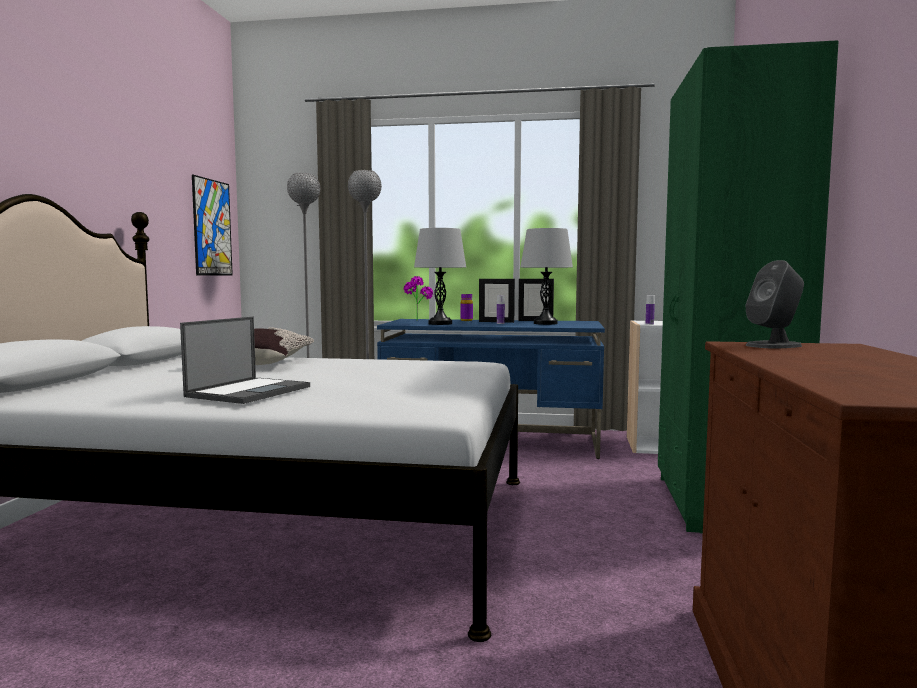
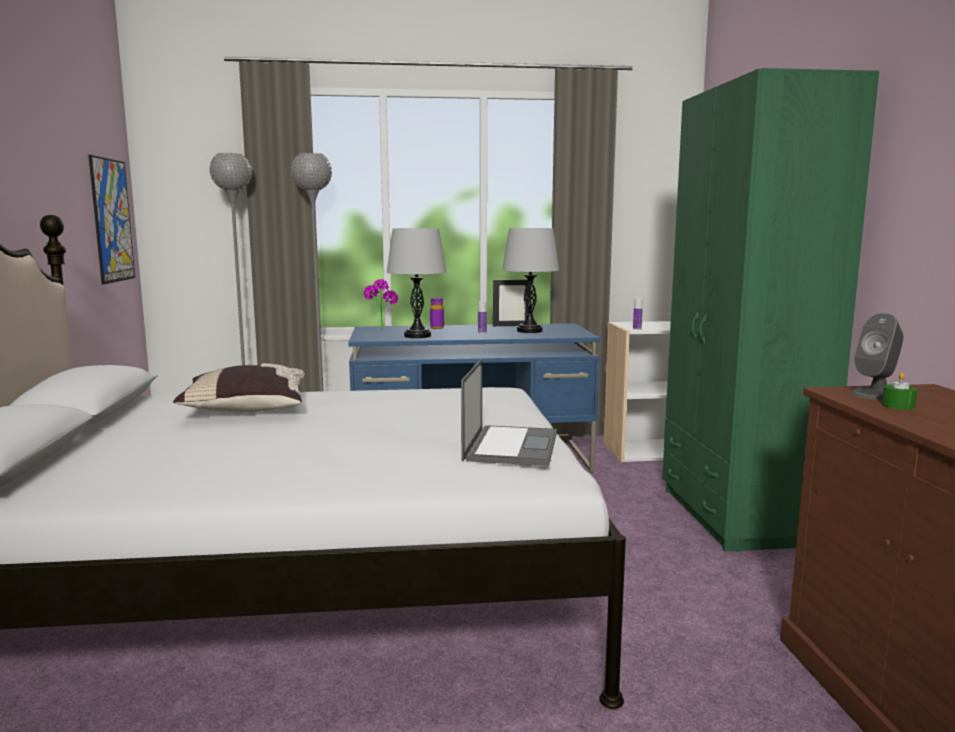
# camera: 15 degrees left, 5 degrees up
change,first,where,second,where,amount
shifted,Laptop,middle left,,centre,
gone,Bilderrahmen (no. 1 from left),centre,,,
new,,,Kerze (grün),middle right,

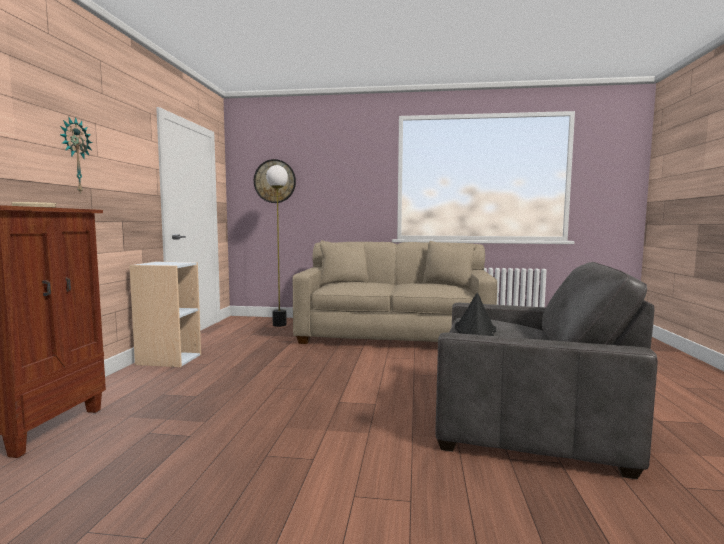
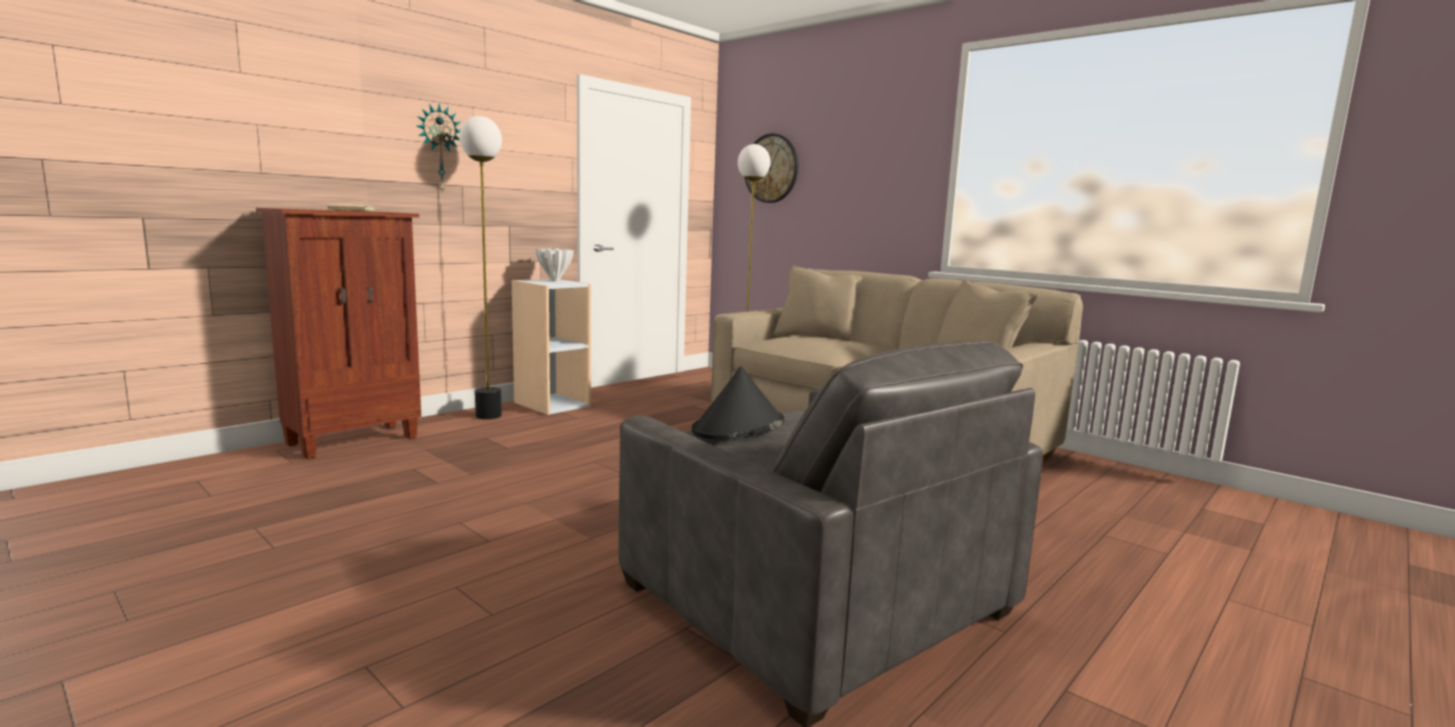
# camera: 35 degrees right, 5 degrees up
change,first,where,second,where,amount
new,,,Stehlampe (no. 1 from left),middle left,
new,,,Vase (weiß),centre,

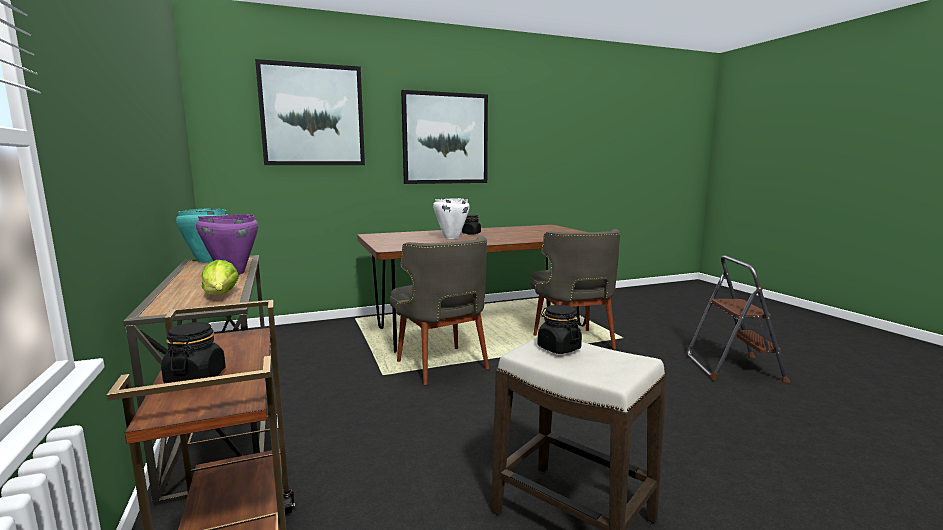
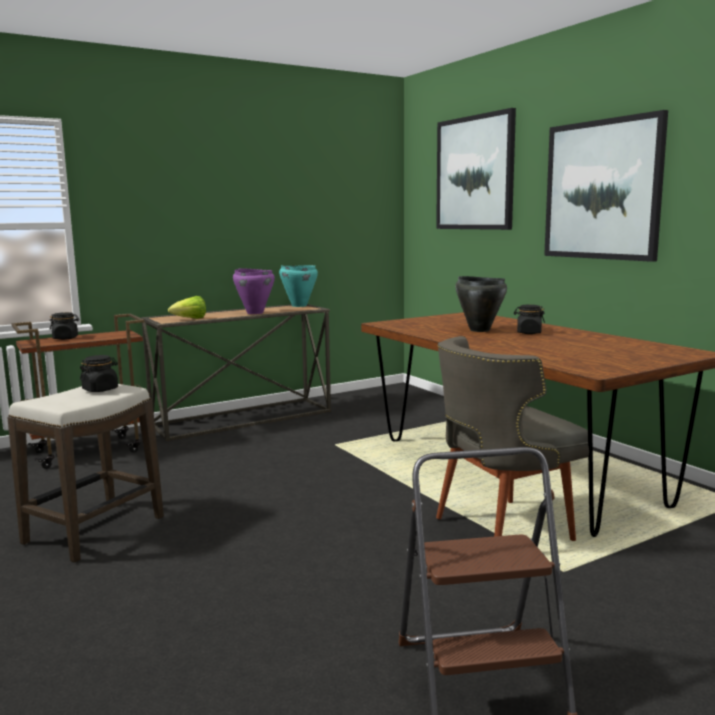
# camera: 80 degrees right, 0 degrees up
change,first,where,second,where,amount
gone,Stuhl (grau) (no. 1 from left),centre,,,
repainted,Kochtopf (weiß),centre,Kochtopf (schwarz),middle right,

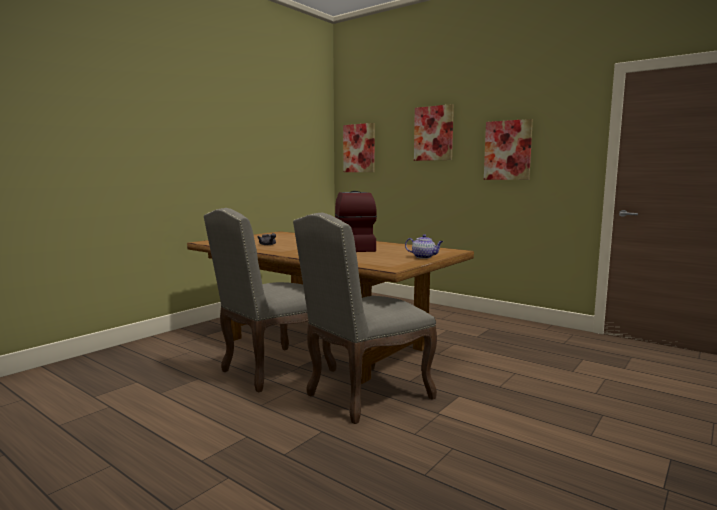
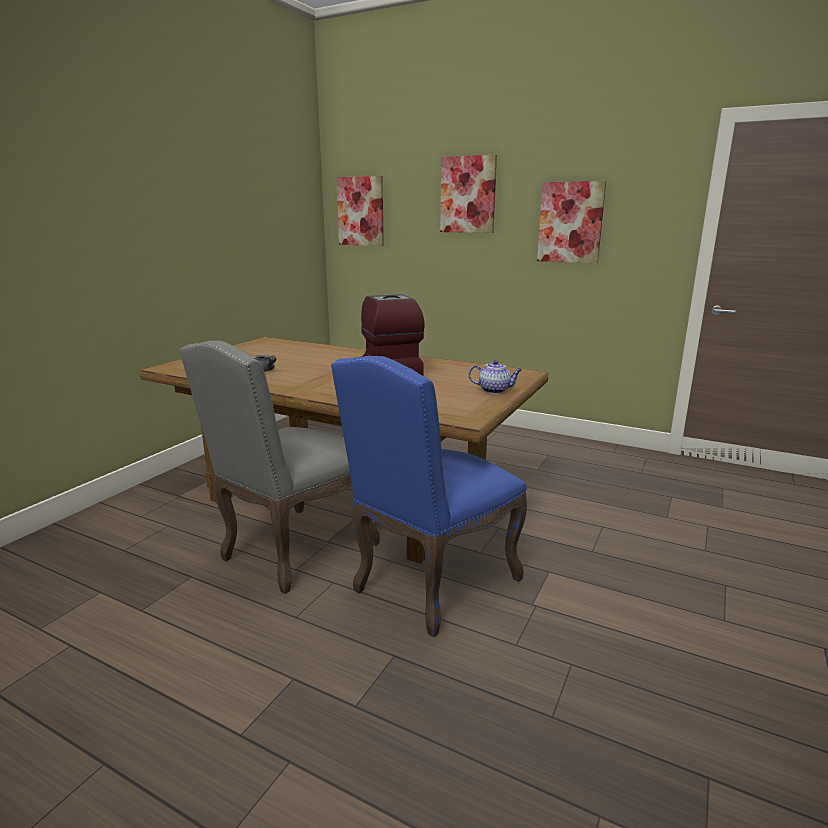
# camera: 10 degrees left, 10 degrees up
change,first,where,second,where,amount
repainted,Stuhl (grau) (no. 2 from left),centre,Stuhl (blau),centre,

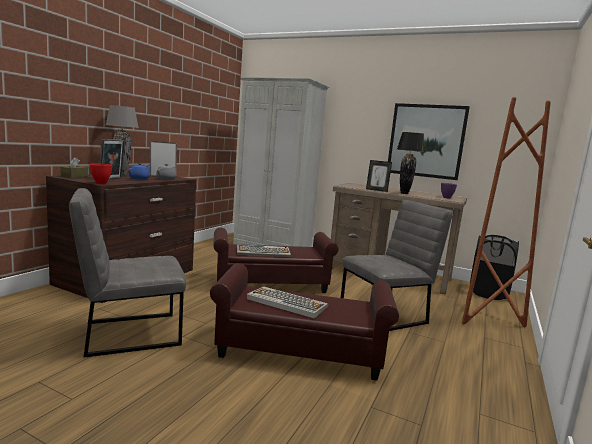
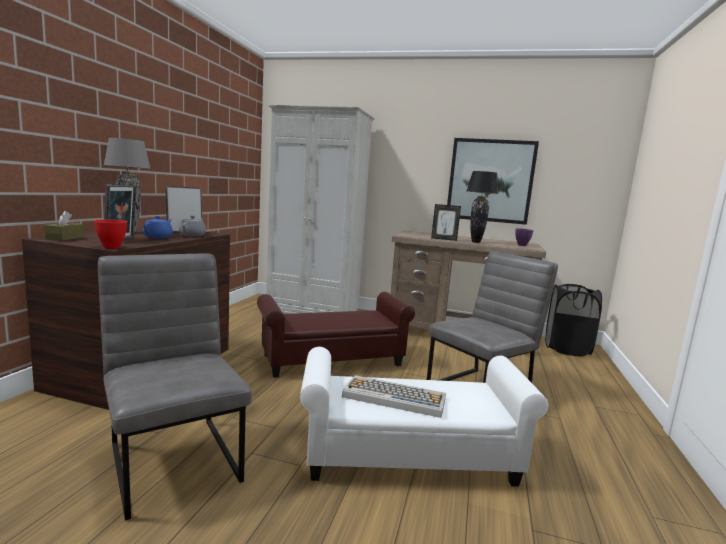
# camera: 10 degrees left, 0 degrees up
change,first,where,second,where,amount
rotated,Stuhl (grau) (no. 1 from left),middle left,,bottom left,90 degrees clockwise
repainted,Polsterhocker (braun) (no. 2 from left),bottom centre,Polsterhocker (weiß),bottom centre,
gone,Tastatur (no. 1 from left),centre,,,
gone,Kleiderständer (braun),middle right,,,

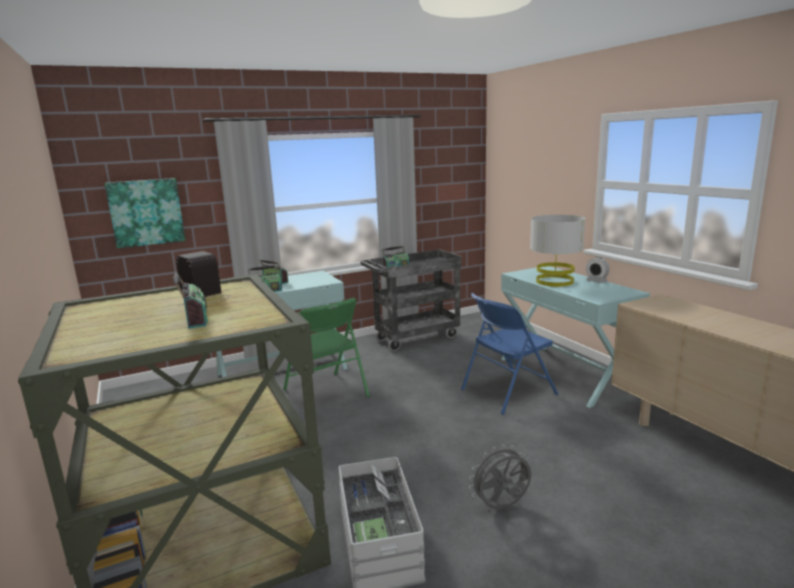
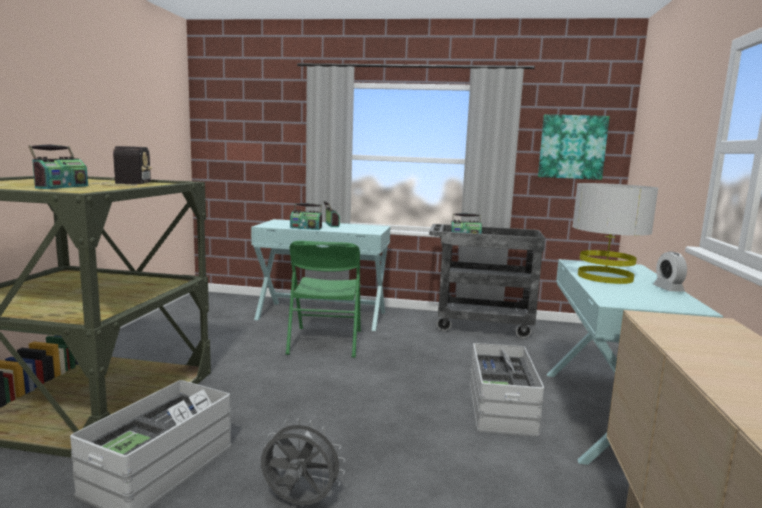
# camera: 35 degrees right, 5 degrees down
change,first,where,second,where,amount
shifted,Bild,middle left,,top right,
swapped,Stuhl (blau),centre,Aufbewahrungsbox (grau) (no. 2 from left),bottom centre,

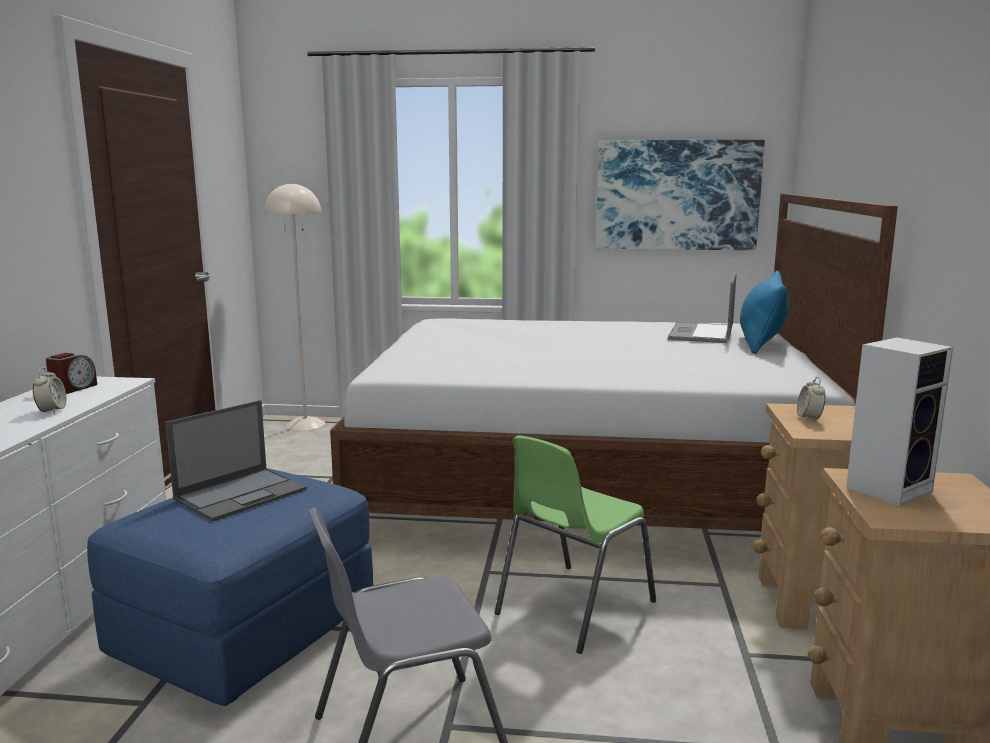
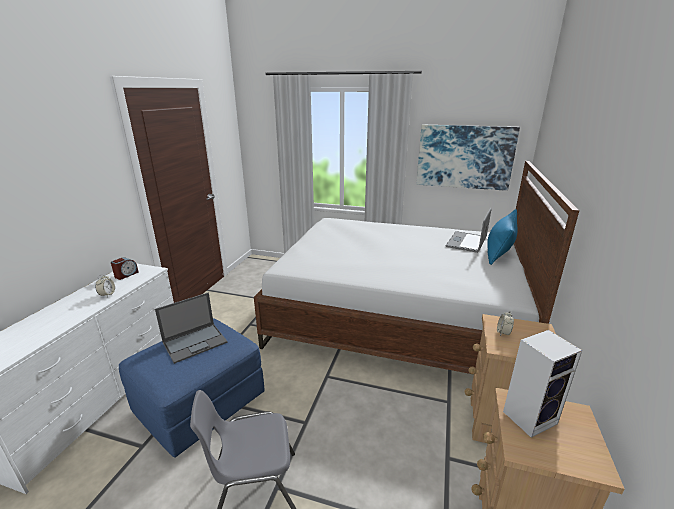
# camera: 10 degrees right, 10 degrees up
change,first,where,second,where,amount
gone,Stehlampe (beige),middle left,,,
gone,Stuhl (grün),bottom centre,,,

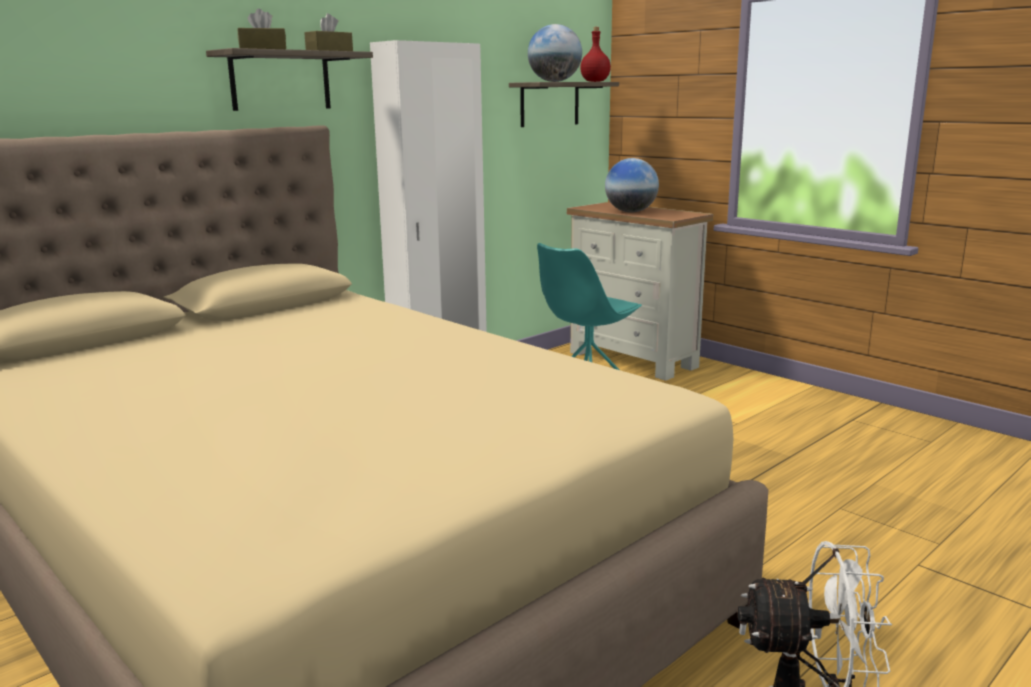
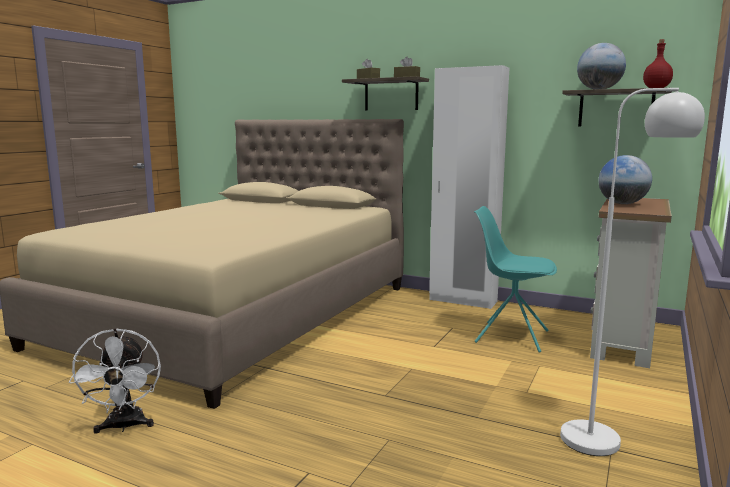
# camera: 70 degrees right, 5 degrees down
change,first,where,second,where,amount
new,,,Stehlampe (weiß),middle right,

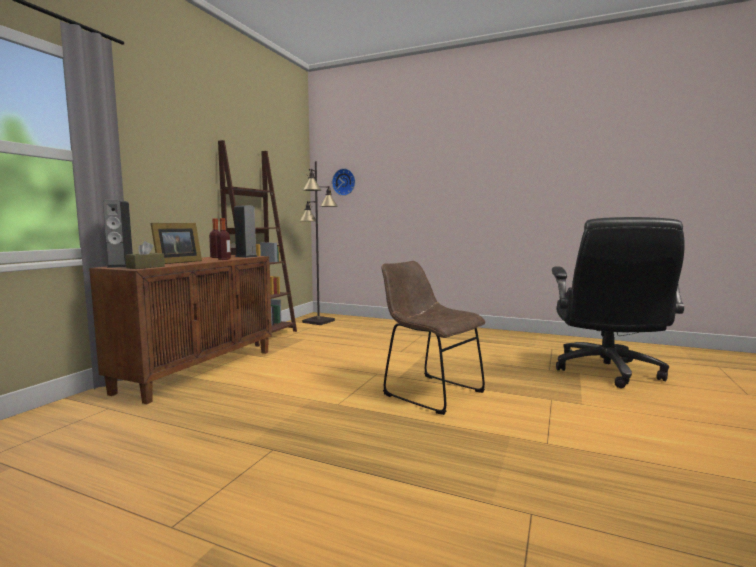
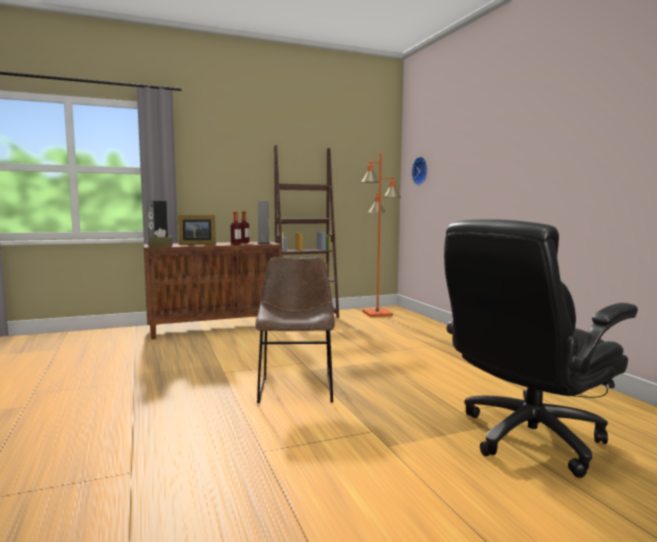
# camera: 45 degrees right, 0 degrees up
change,first,where,second,where,amount
repainted,Stehlampe (schwarz),centre,Stehlampe (orange),centre,

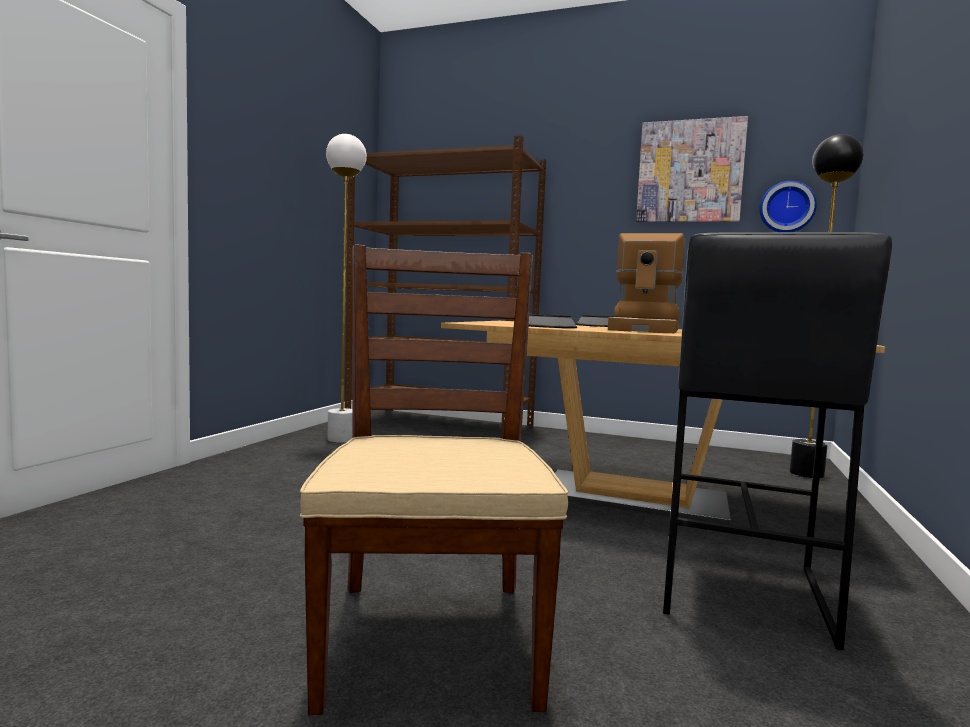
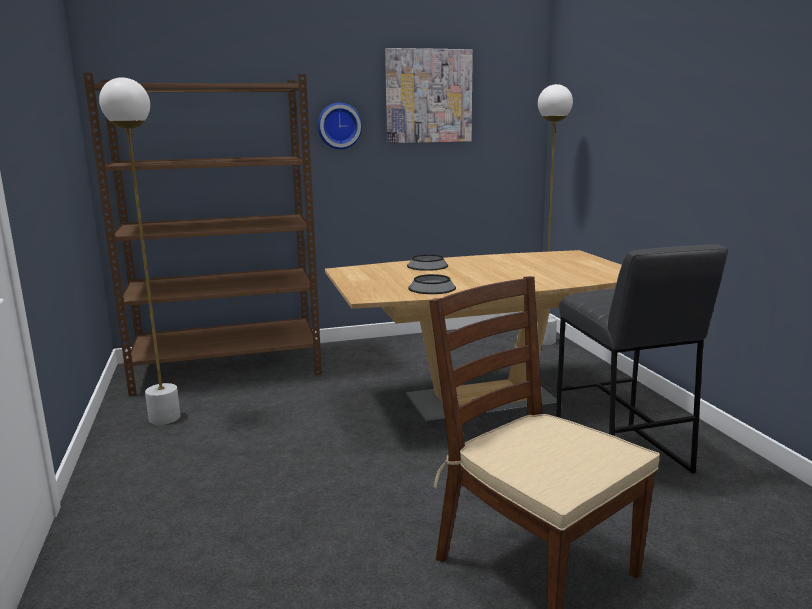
# camera: 35 degrees left, 10 degrees up
change,first,where,second,where,amount
gone,Kaffeemaschine,centre,,,
shifted,Wanduhr,top right,,top centre,
repainted,Stehlampe (schwarz),middle right,Stehlampe (weiß) (no. 2 from left),middle right,

